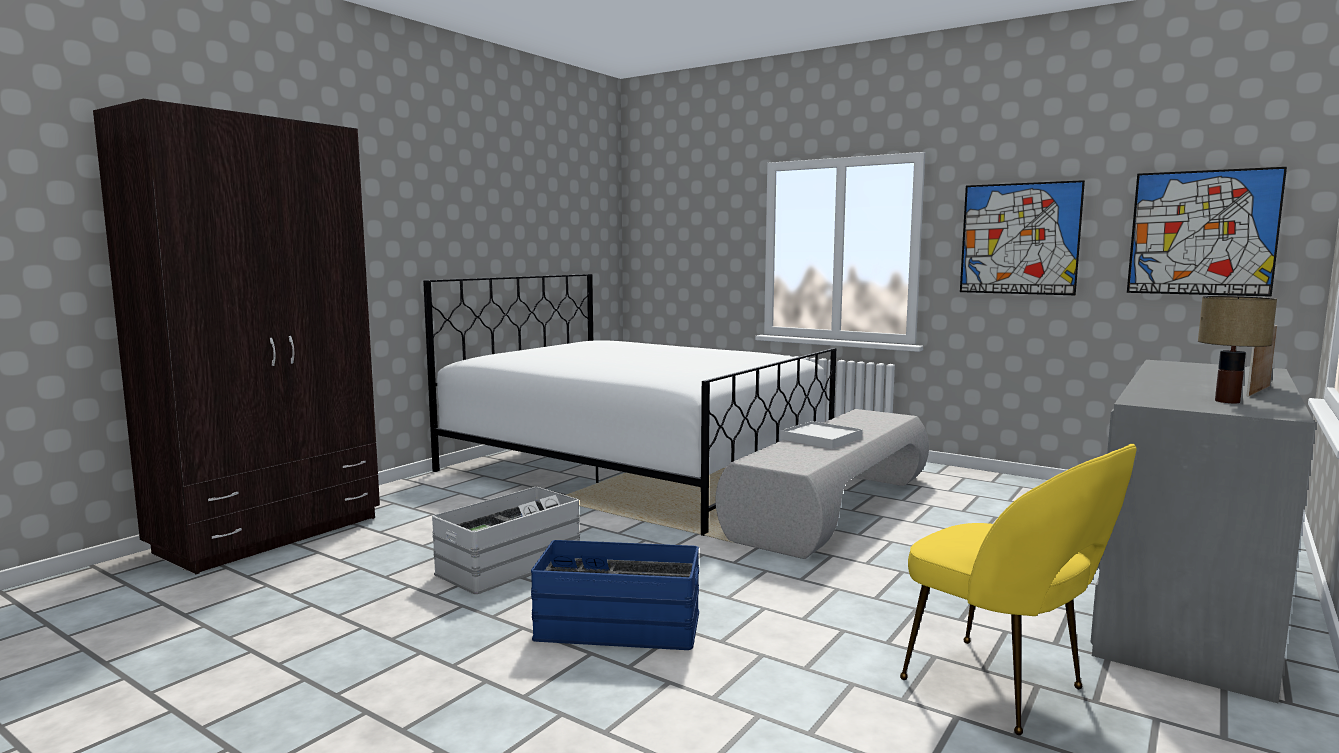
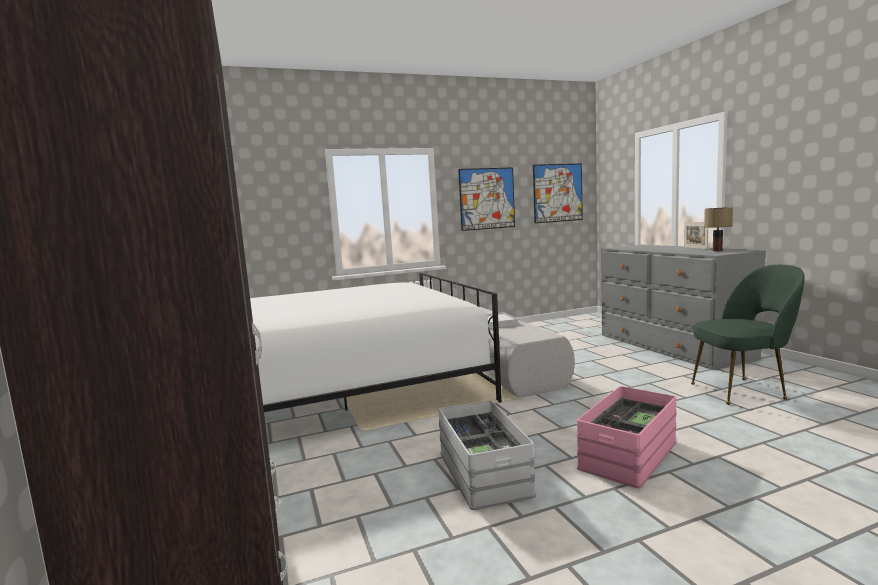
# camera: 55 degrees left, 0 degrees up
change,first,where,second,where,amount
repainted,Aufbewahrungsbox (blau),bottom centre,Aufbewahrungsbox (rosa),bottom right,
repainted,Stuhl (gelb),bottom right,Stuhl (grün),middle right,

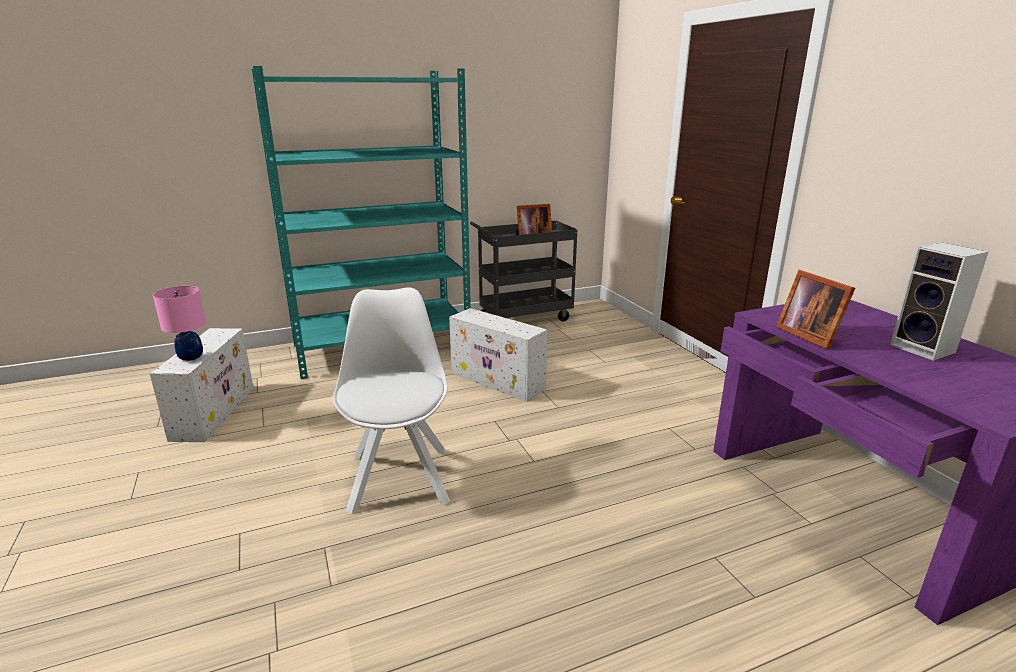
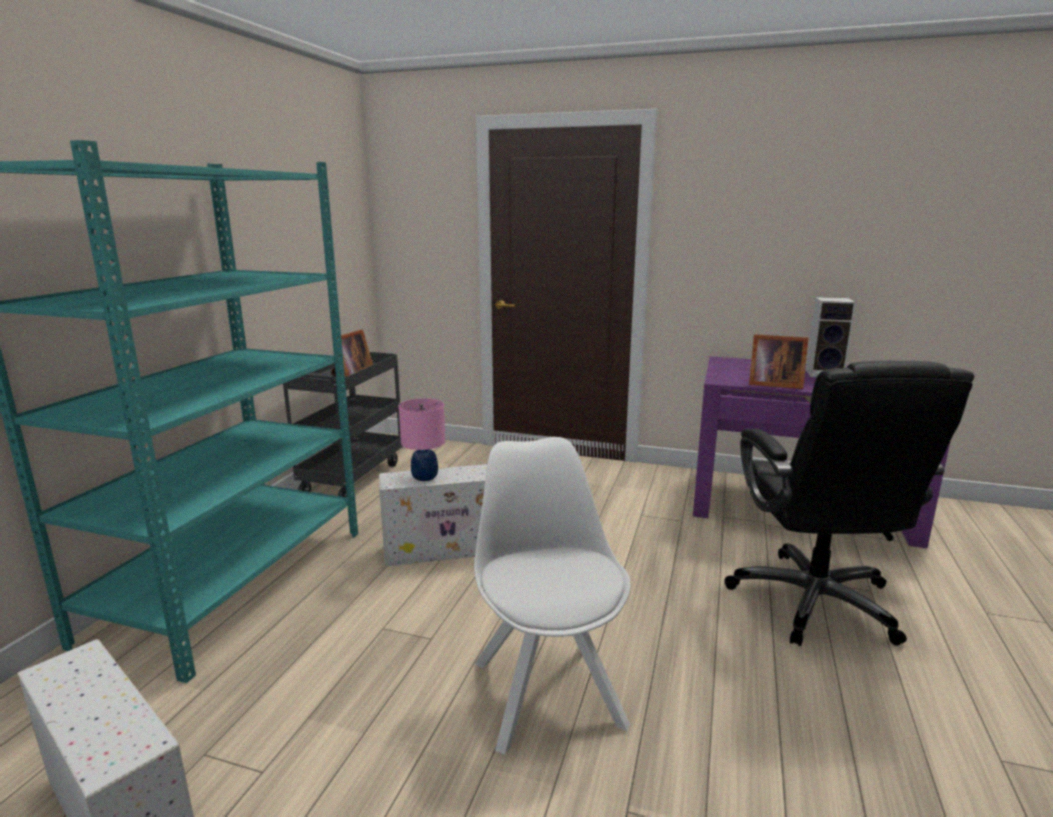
# camera: 50 degrees left, 5 degrees down
change,first,where,second,where,amount
shifted,Tischlampe (rosa),middle left,,centre,
rotated,Stuhl (weiß),centre,,bottom centre,45 degrees clockwise
new,,,Bürostuhl (schwarz),middle right,

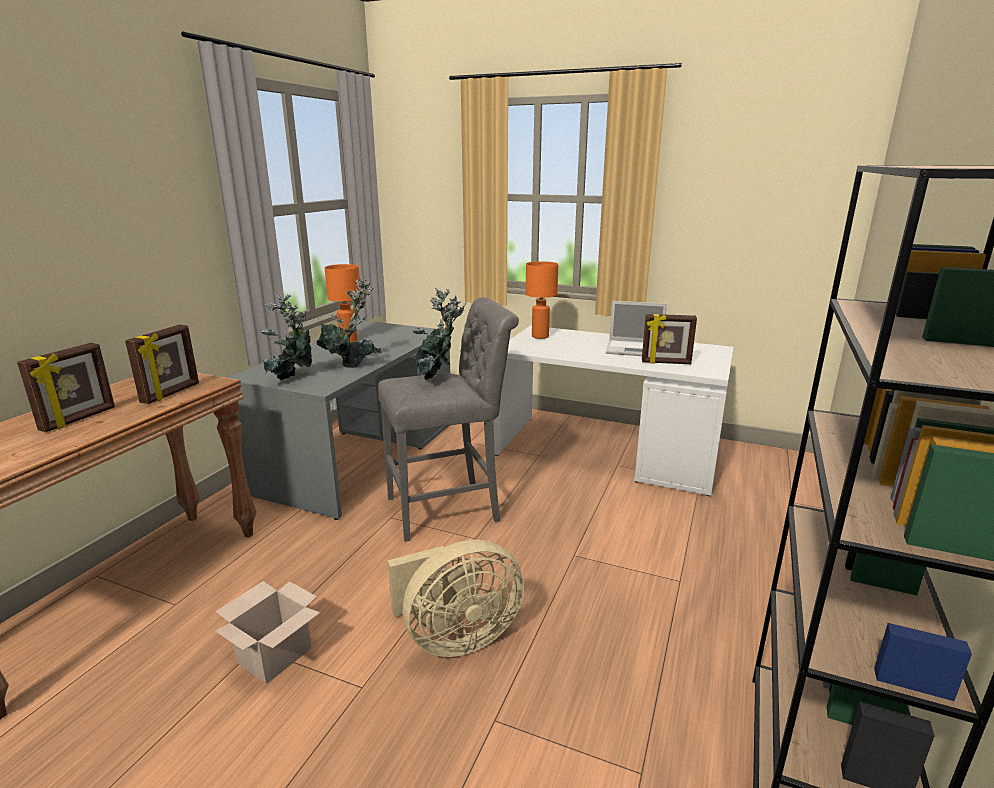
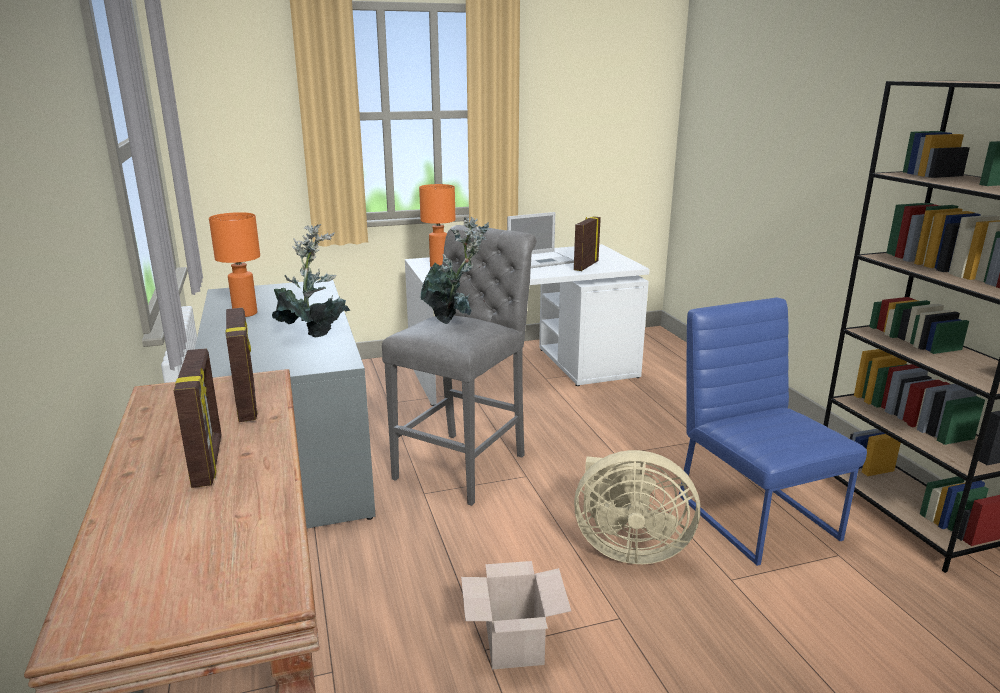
# camera: 40 degrees left, 0 degrees up
change,first,where,second,where,amount
gone,Topfpflanze (no. 1 from left),middle left,,,
rotated,Ventilator (beige),bottom centre,,bottom centre,75 degrees clockwise
rotated,Bilderrahmen (no. 3 from left),middle right,,centre,150 degrees clockwise
new,,,Stuhl (blau),middle right,

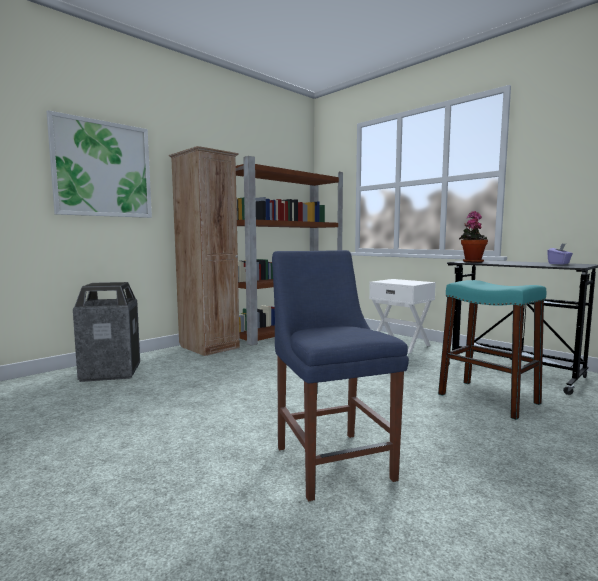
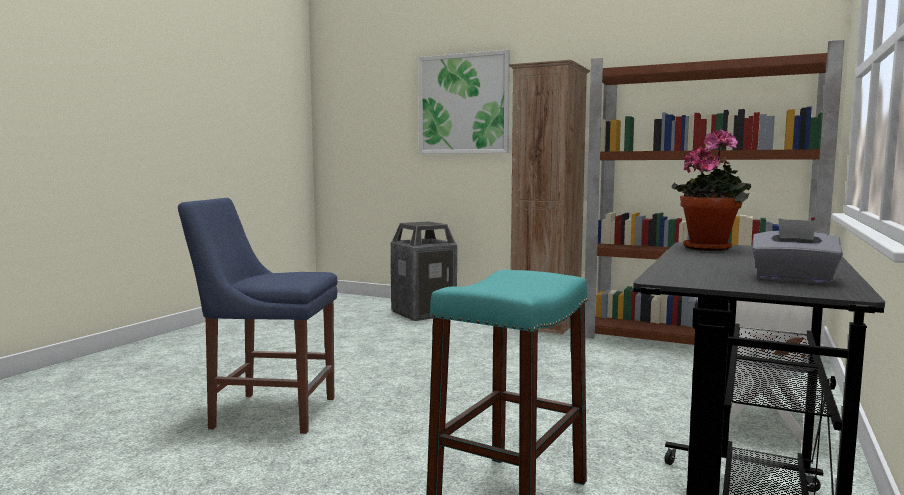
# camera: 70 degrees right, 0 degrees up
change,first,where,second,where,amount
rotated,Stuhl (blau),centre,,middle left,135 degrees counterclockwise
repainted,Taschentuchbox (lila),middle right,Taschentuchbox (grau),middle right,

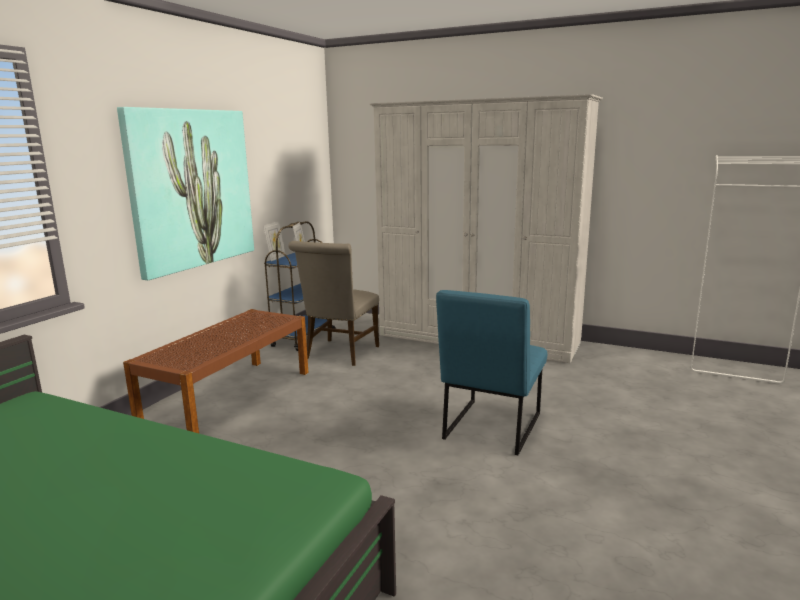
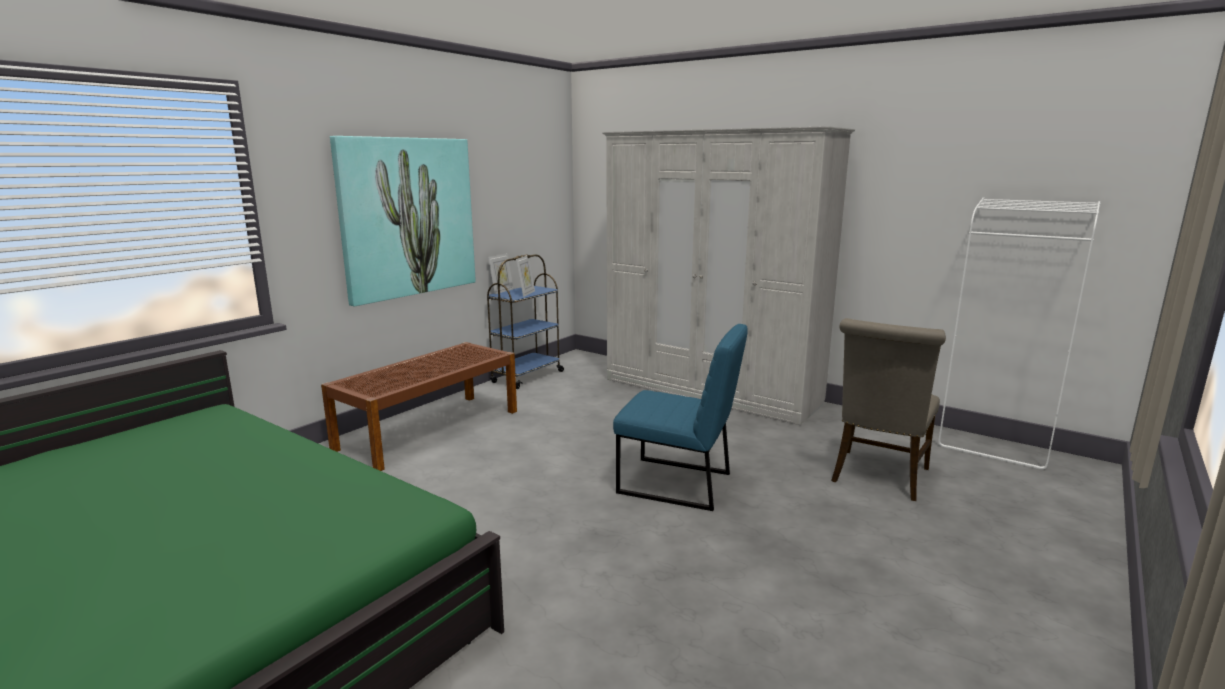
# camera: 10 degrees right, 0 degrees up
change,first,where,second,where,amount
shifted,Stuhl (beige),centre,,middle right,
rotated,Stuhl (blau),centre,,centre,105 degrees counterclockwise

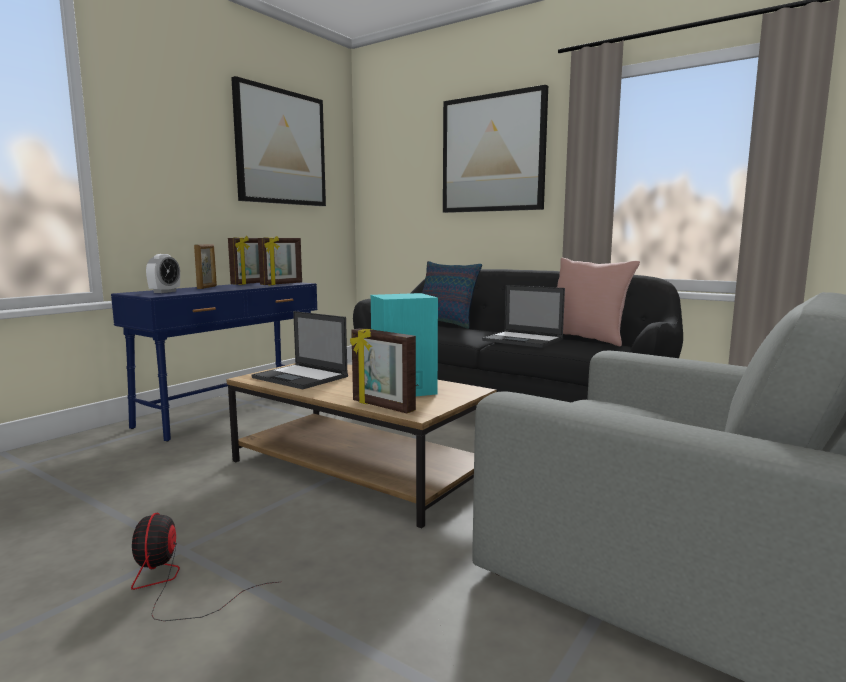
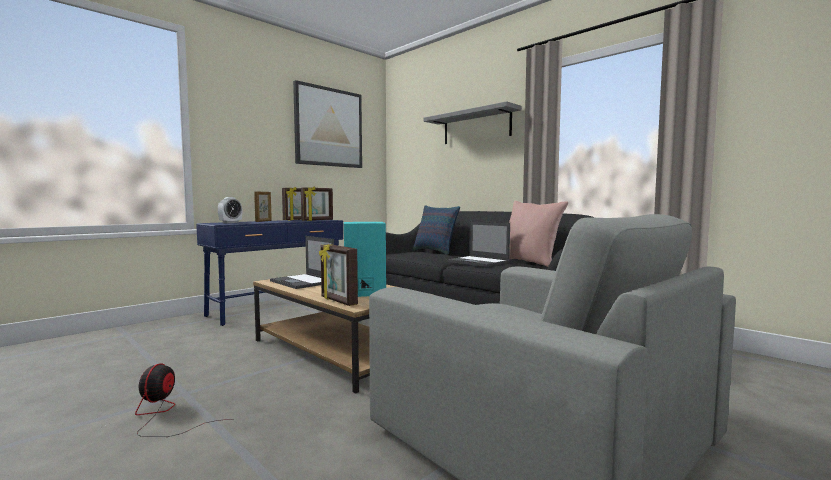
# camera: 10 degrees right, 5 degrees down
change,first,where,second,where,amount
swapped,Bild (no. 2 from left),top centre,Wandregal (grau),top centre,

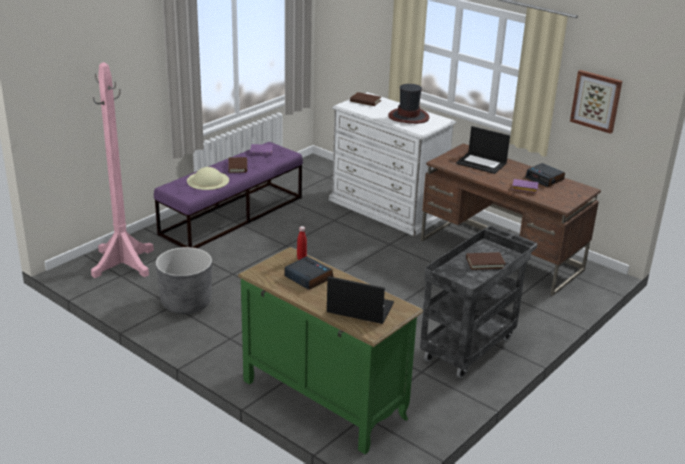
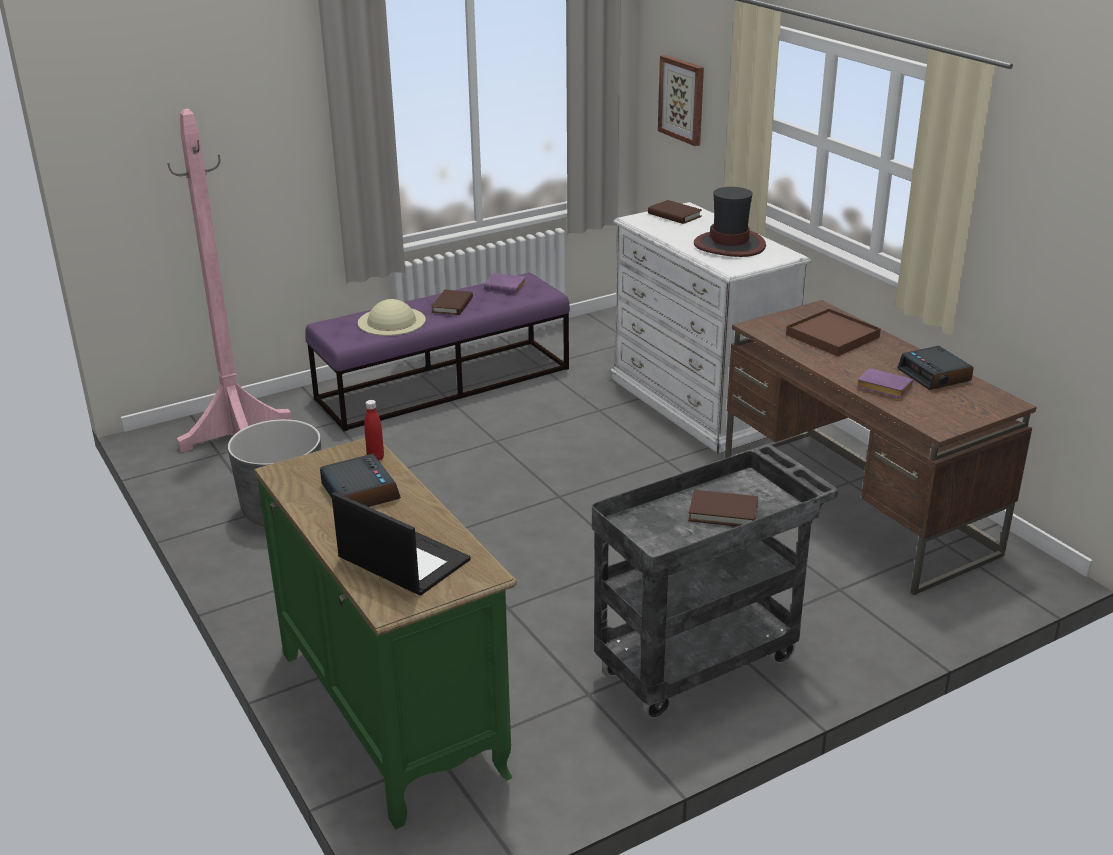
# camera: 20 degrees right, 0 degrees up
change,first,where,second,where,amount
swapped,Laptop (no. 2 from left),top right,Tablett (braun),middle right,
shifted,Bild,top right,,top centre,

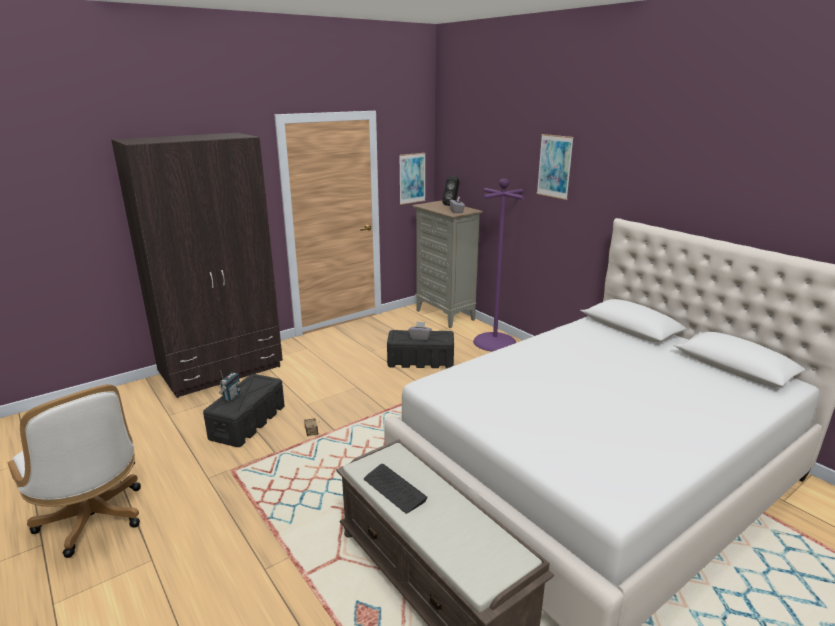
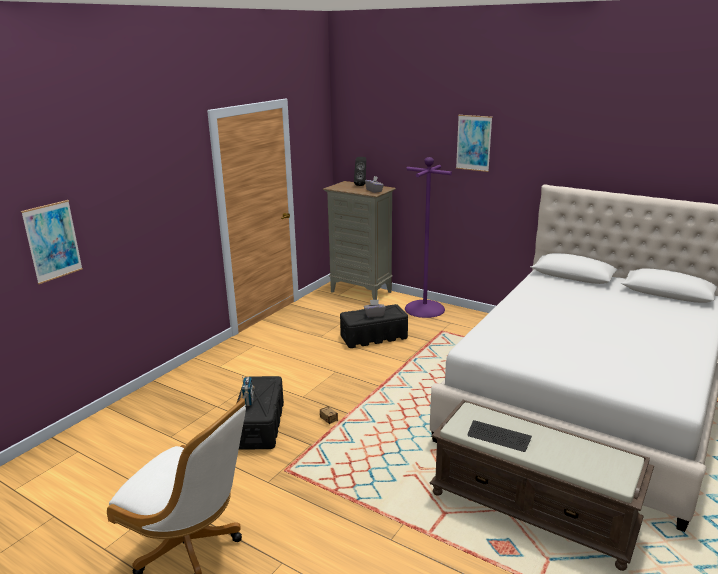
# camera: 20 degrees left, 0 degrees up
change,first,where,second,where,amount
gone,Kleiderschrank (braun),middle left,,,
shifted,Bild (no. 1 from left),top centre,,middle left,

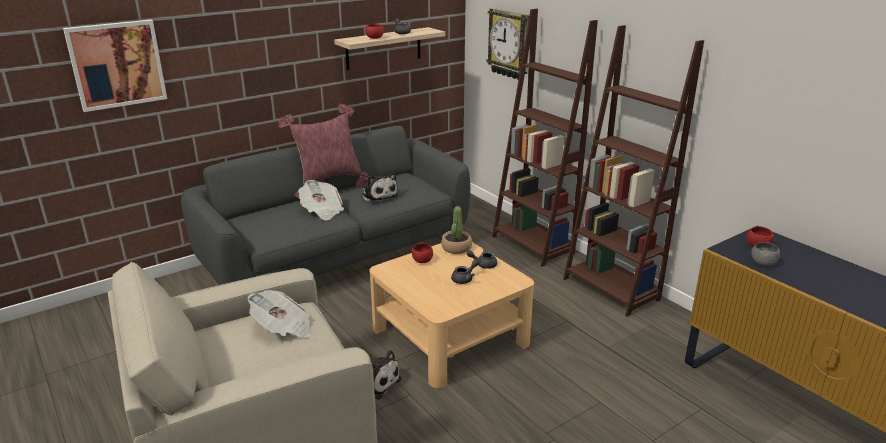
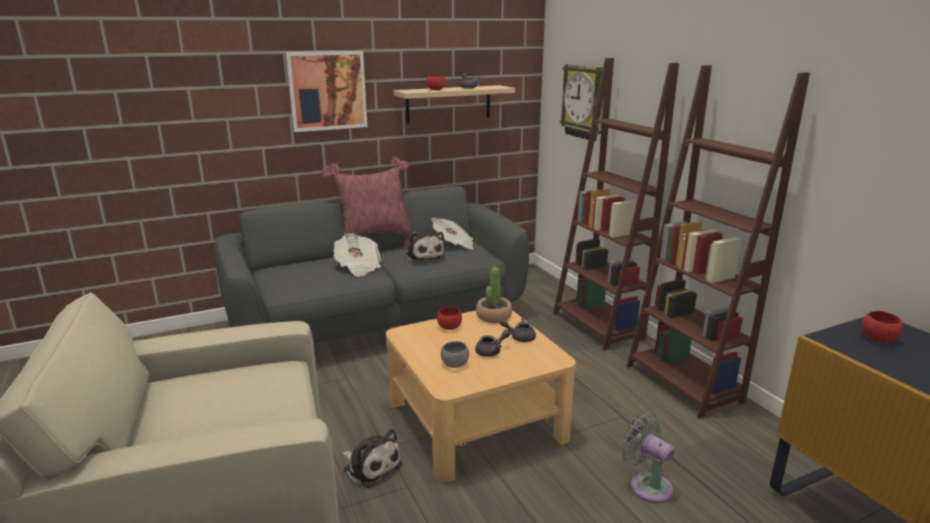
# camera: 10 degrees right, 5 degrees down
change,first,where,second,where,amount
shifted,Bild,top left,,top centre,
shifted,Zeitung (no. 1 from left in the first image),bottom left,Zeitung (no. 2 from left),centre,
shifted,Schüssel (grau),middle right,,bottom centre,
new,,,Ventilator (grau),bottom right,

